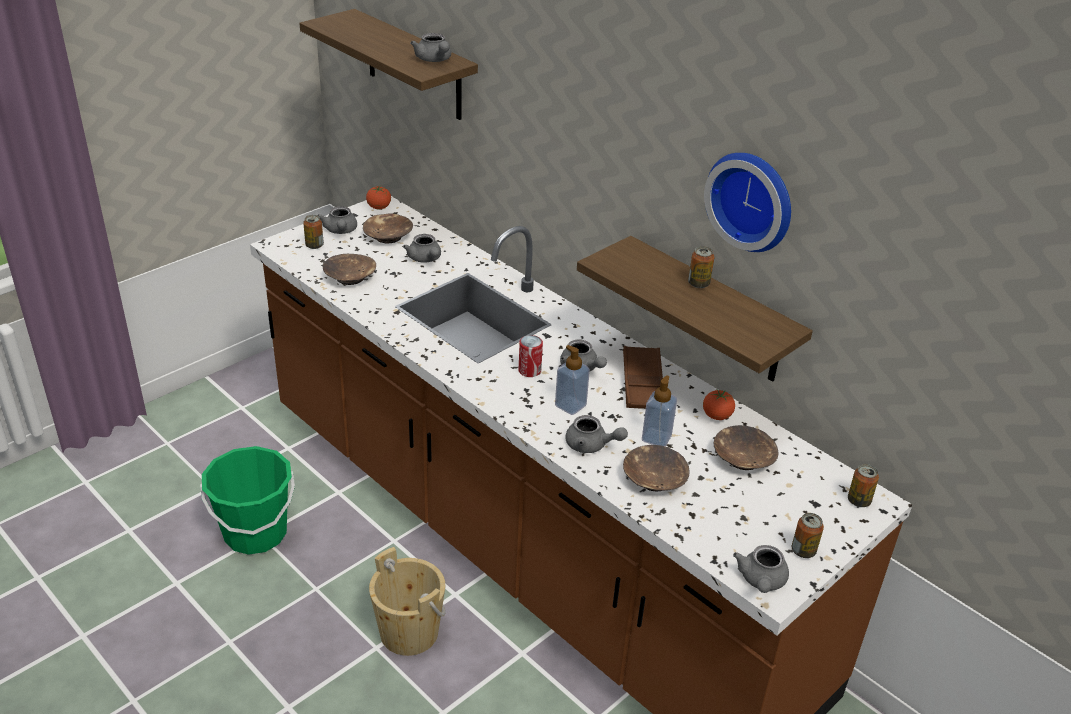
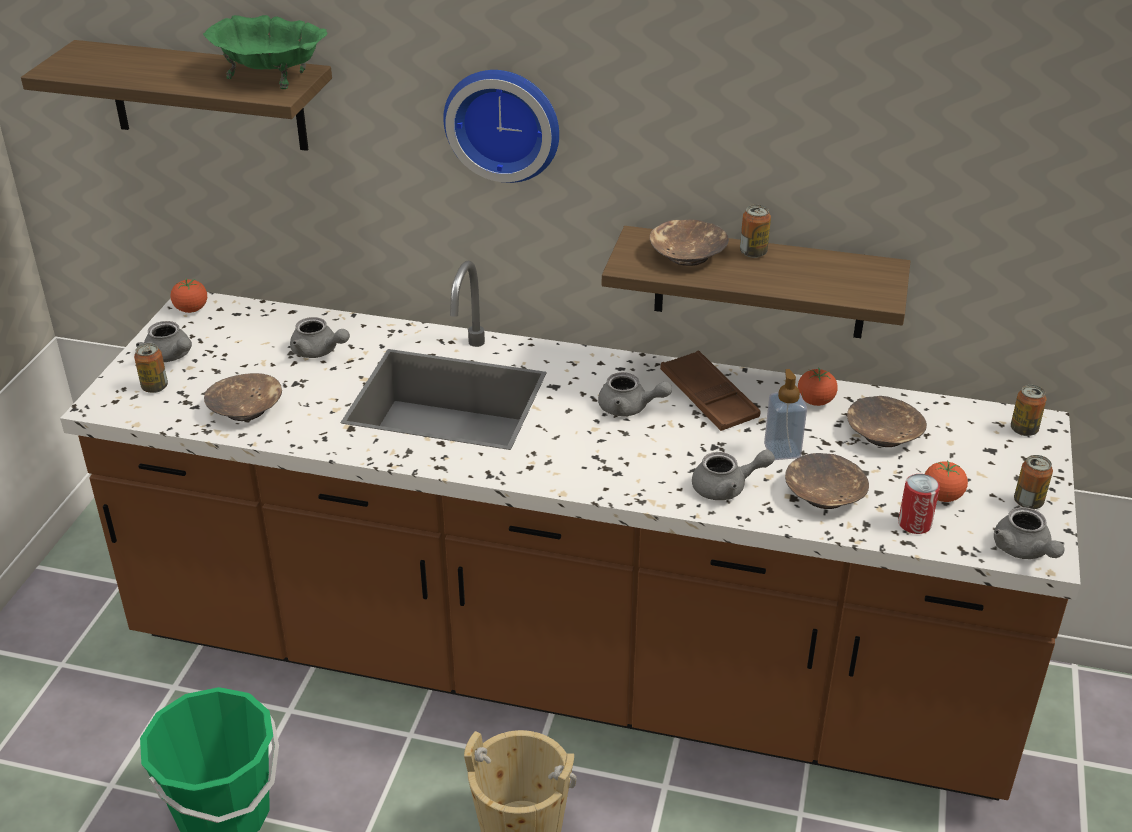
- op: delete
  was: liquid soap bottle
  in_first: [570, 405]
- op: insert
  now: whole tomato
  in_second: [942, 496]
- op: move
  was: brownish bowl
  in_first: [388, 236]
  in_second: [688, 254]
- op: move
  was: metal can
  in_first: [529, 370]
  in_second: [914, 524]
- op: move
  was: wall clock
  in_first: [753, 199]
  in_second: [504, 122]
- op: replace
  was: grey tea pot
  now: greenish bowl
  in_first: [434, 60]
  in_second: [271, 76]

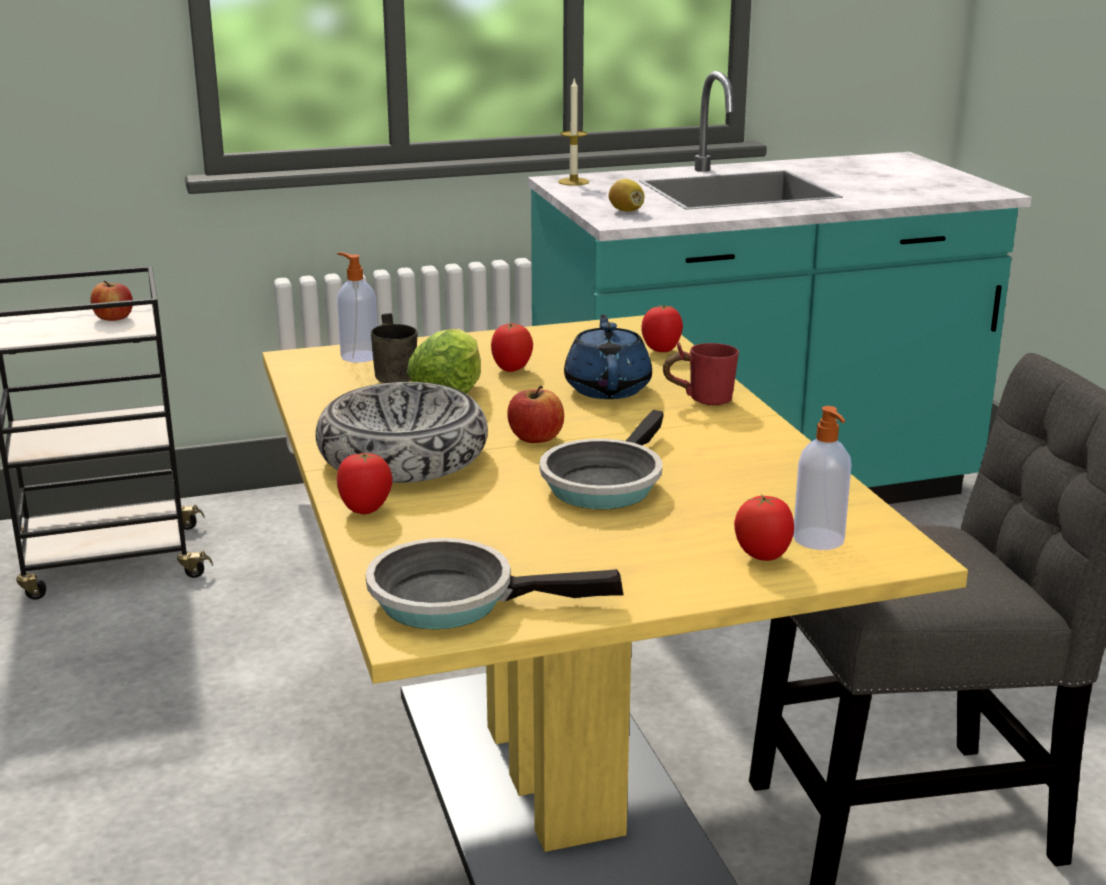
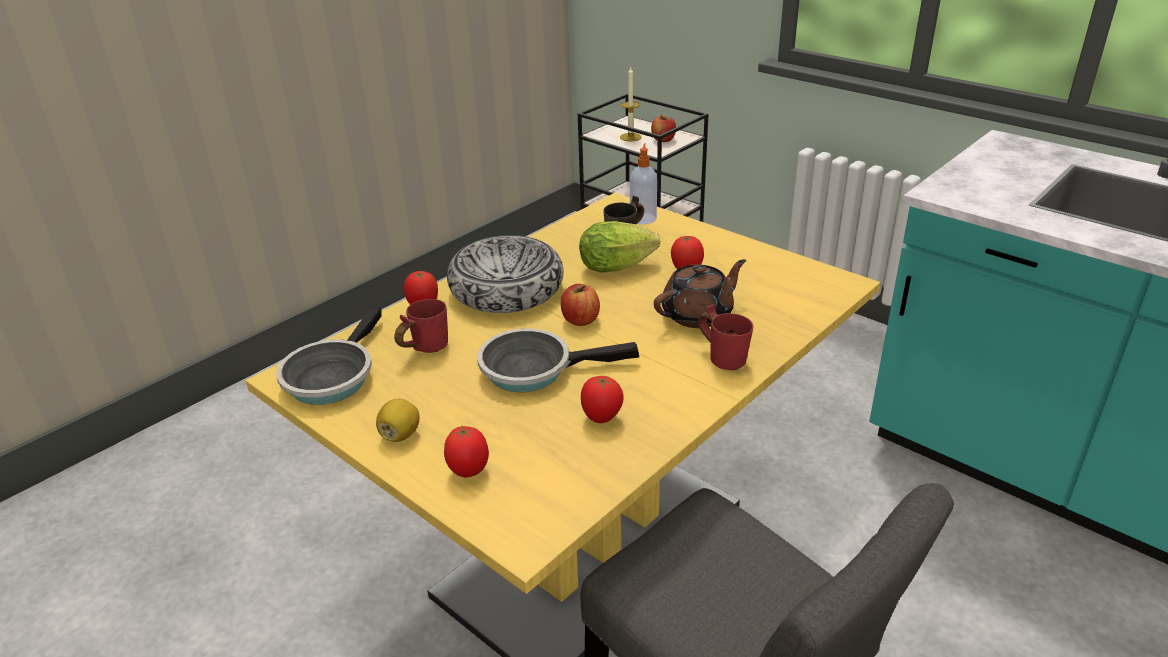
- op: delete
  was: liquid soap bottle
  in_first: [819, 540]
- op: insert
  now: red-coloured coffee mug
  in_second: [422, 348]
- op: move
  was: wax candle
  in_first: [573, 182]
  in_second: [630, 137]
- op: move
  was: whole lemon
  in_first: [626, 211]
  in_second: [400, 434]
- op: move
  was: whole tomato
  in_first: [661, 350]
  in_second: [601, 418]
- op: recolor
  was: blue-coloured tea pot
  now: brownish tea pot
  in_first: [608, 388]
  in_second: [698, 314]
- op: rotate
  was: pan
  in_first: [454, 599]
  in_second: [331, 376]
  clockwise: -135

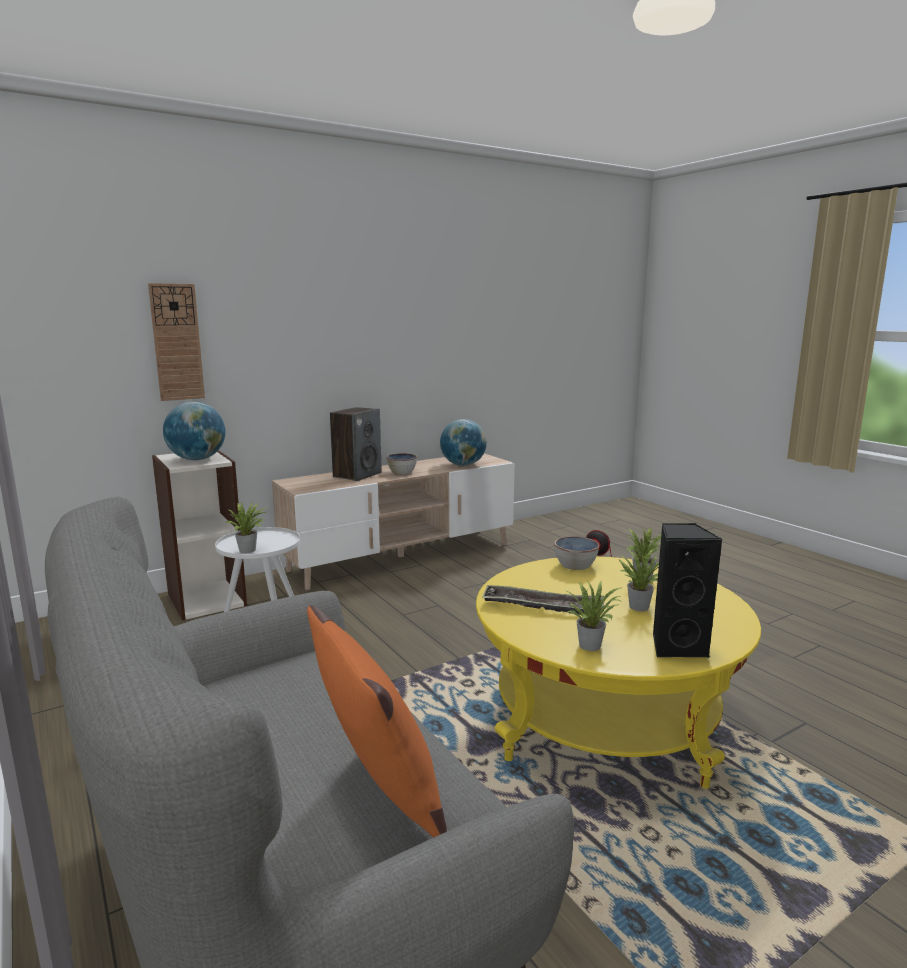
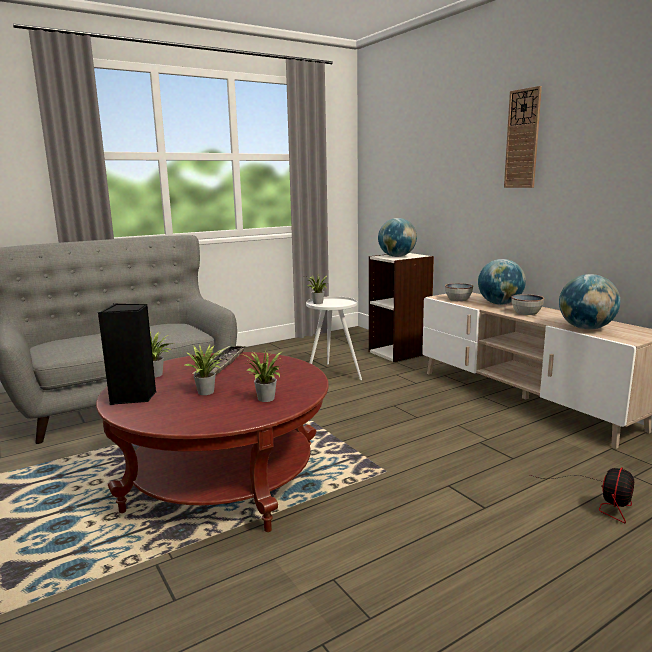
- op: delete
  was: orangey throw pillow
  in_first: [380, 796]
- op: move
  was: wall clock
  in_first: [177, 342]
  in_second: [522, 139]
- op: move
  was: bowl
  in_first: [575, 565]
  in_second: [458, 299]
- op: replace
  was: audio speaker
  now: world globe
  in_first: [357, 475]
  in_second: [500, 304]
- op: recolor
  was: yellow coffee table
  now: red-coloured coffee table
  in_first: [604, 718]
  in_second: [223, 480]

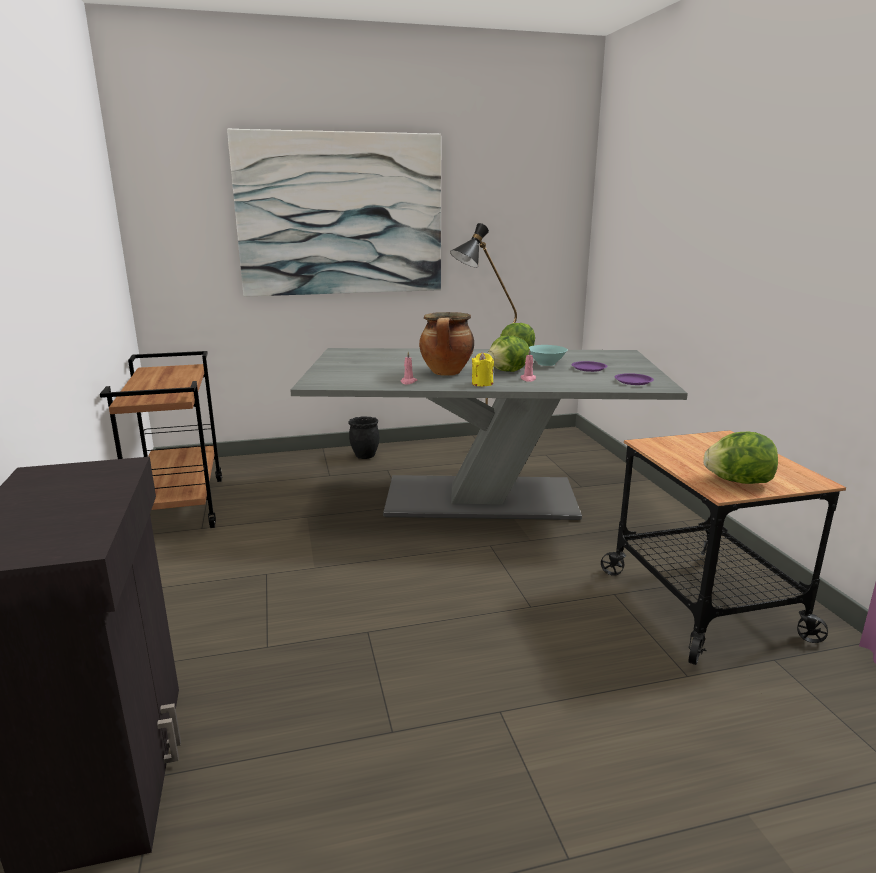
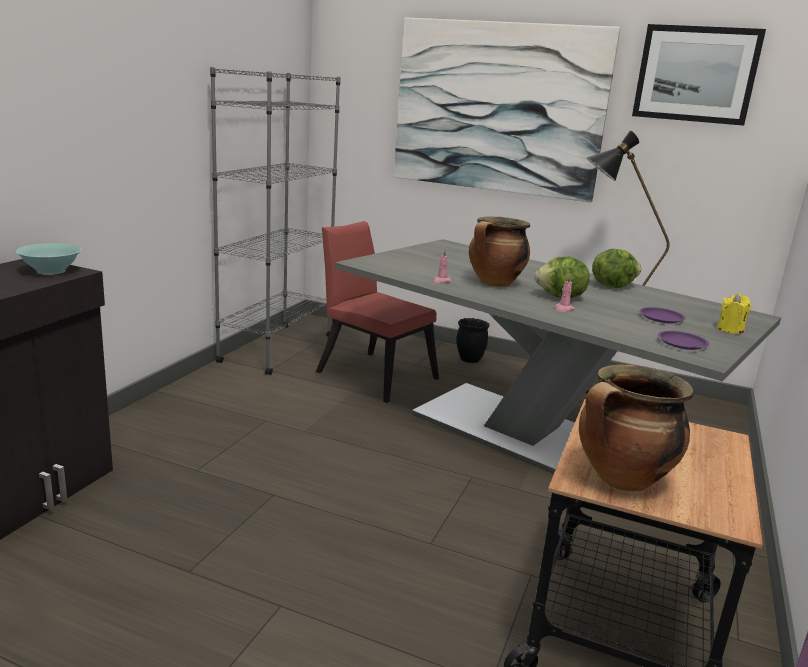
- op: insert
  now: red-coloured chair
  in_second: [372, 373]
- op: insert
  now: wall picture
  in_second: [695, 74]
- op: move
  was: yellow wax candle
  in_first: [482, 383]
  in_second: [730, 329]
- op: move
  was: turquoise bowl
  in_first: [546, 363]
  in_second: [51, 271]
- op: replace
  was: brownish wheeled cart
  now: grey bookcase
  in_first: [179, 505]
  in_second: [276, 349]
- op: replace
  was: head of lettuce
  now: stockpot
  in_first: [737, 481]
  in_second: [621, 480]

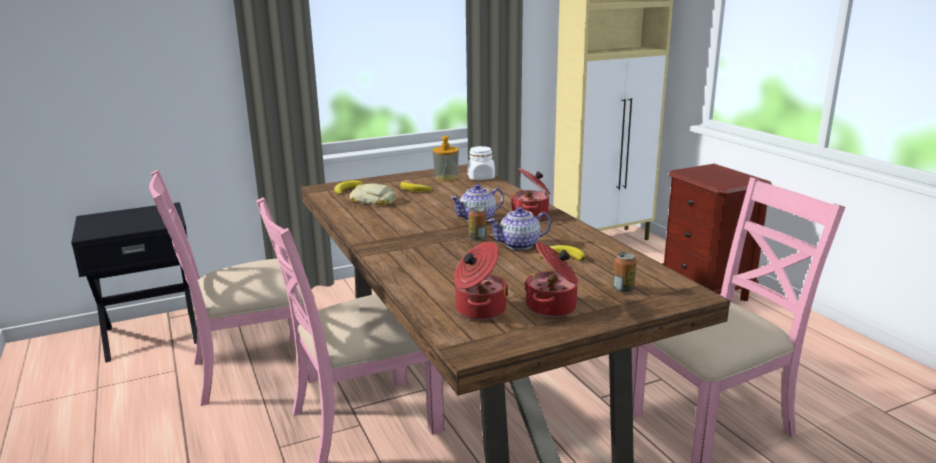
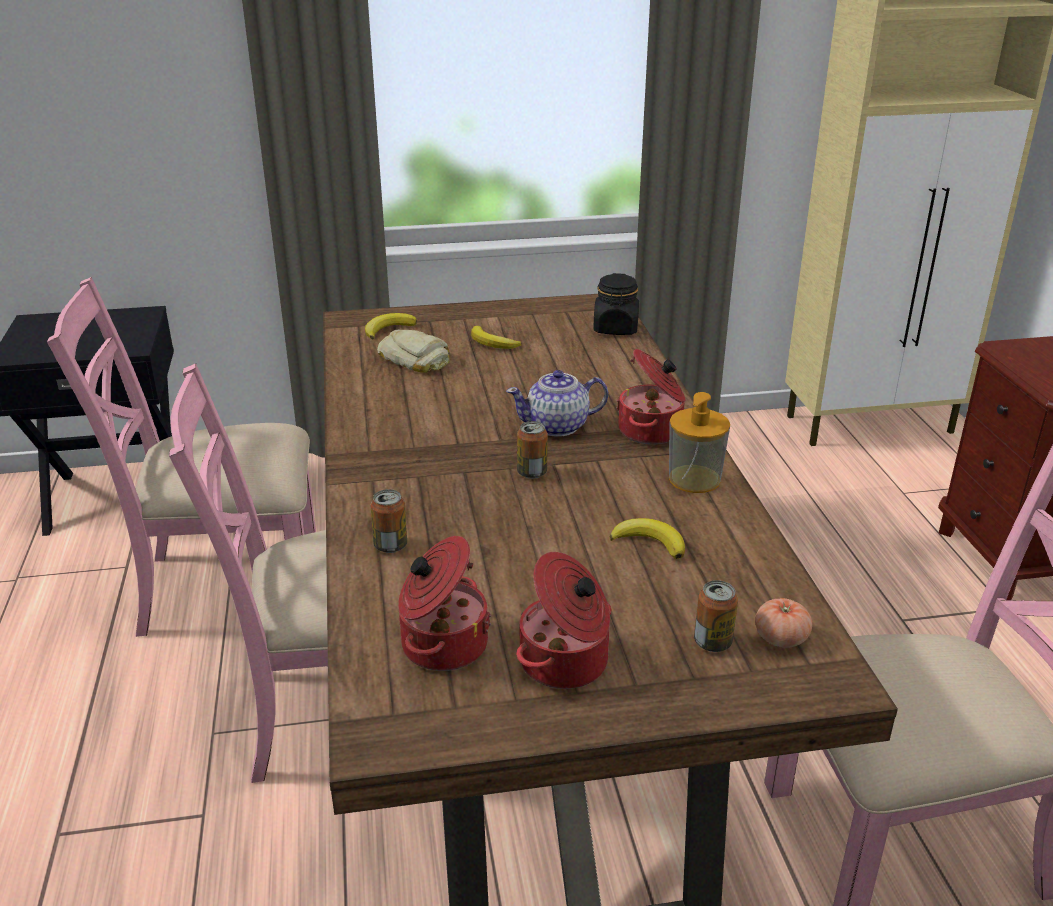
- op: delete
  was: tea pot
  in_first: [520, 245]
- op: insert
  now: metal can
  in_second: [390, 545]
- op: insert
  now: whole tomato
  in_second: [781, 638]
- op: move
  was: liquid soap bottle
  in_first: [446, 178]
  in_second: [694, 479]
- op: recolor
  was: white jar
  now: blackish jar
  in_first: [481, 178]
  in_second: [615, 328]

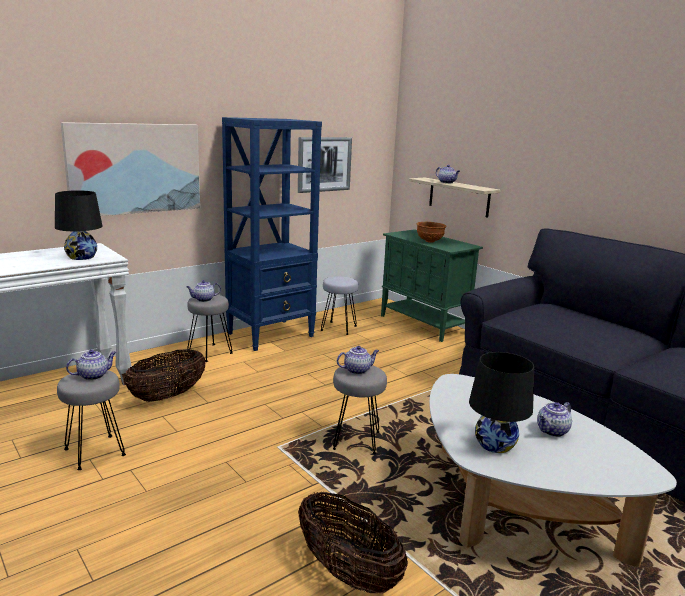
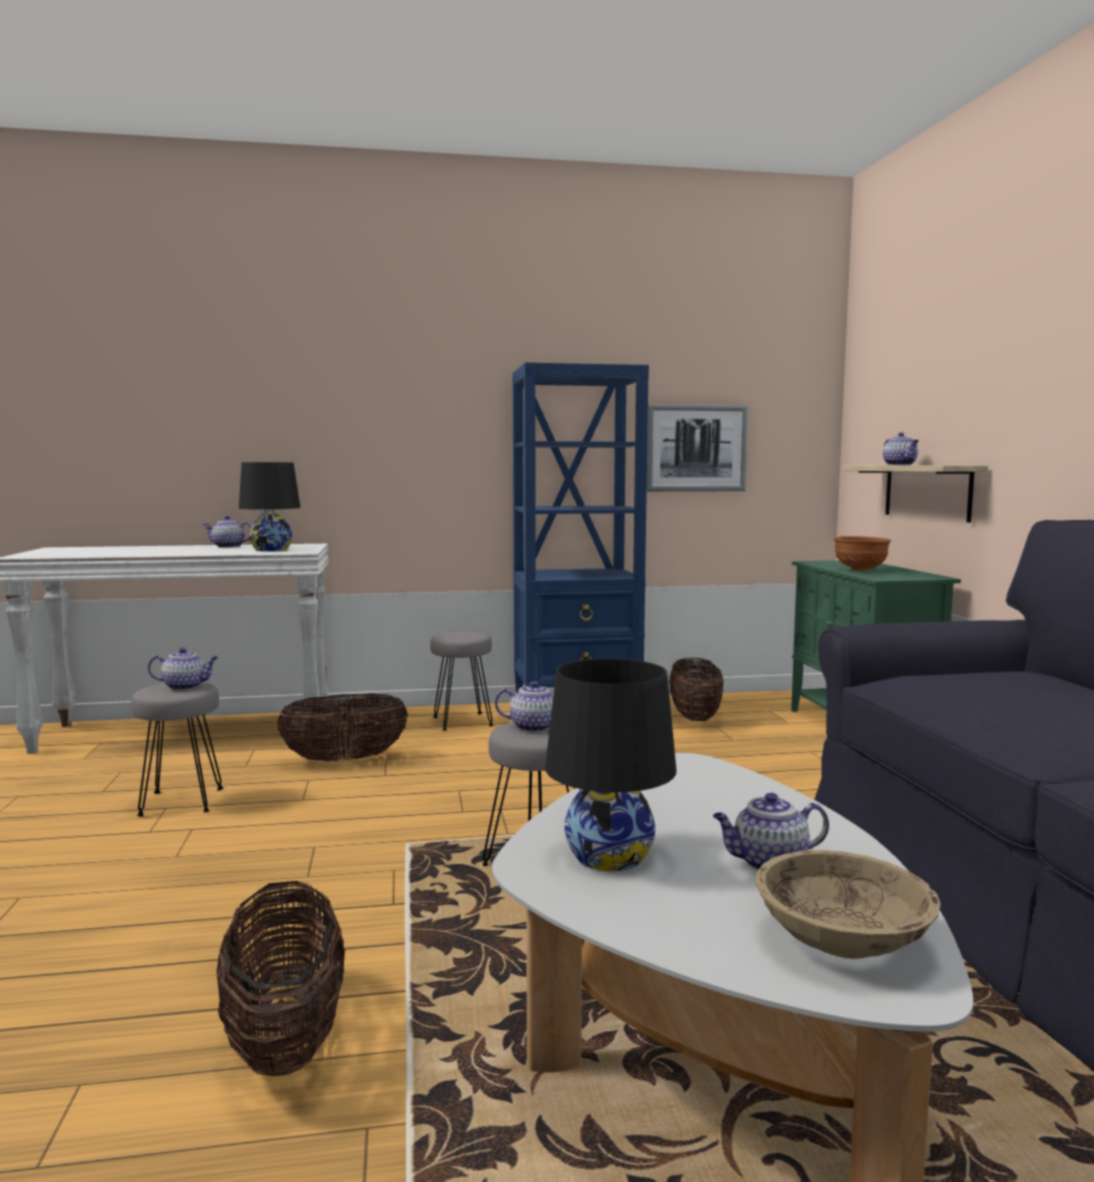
- op: delete
  was: wall picture
  in_first: [135, 168]
- op: insert
  now: beige bowl
  in_second: [842, 940]
- op: move
  was: tea pot
  in_first: [203, 299]
  in_second: [228, 547]
- op: replace
  was: grey sitting stool
  now: storage basket
  in_first: [338, 328]
  in_second: [695, 717]

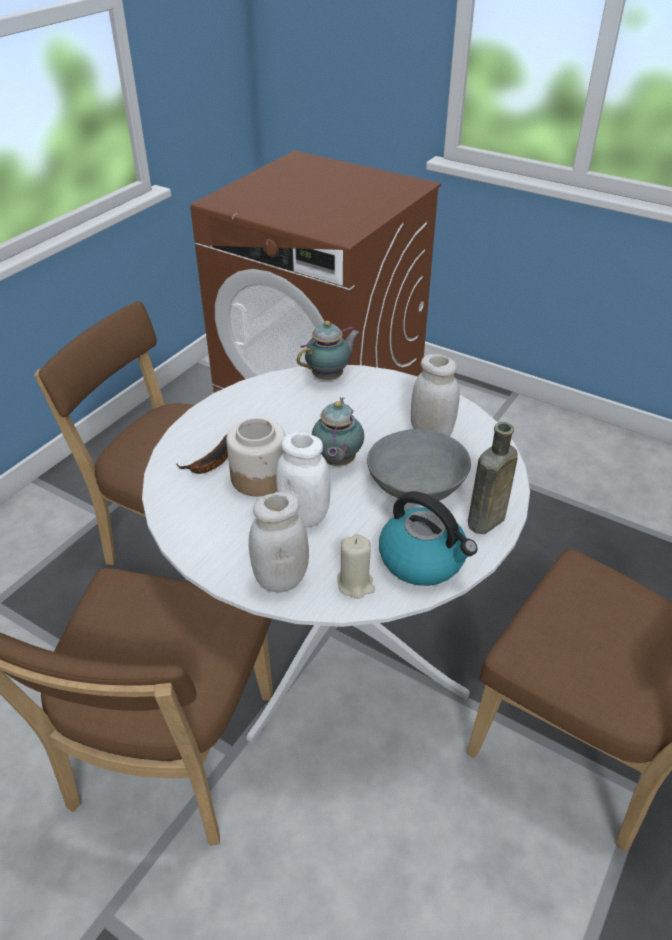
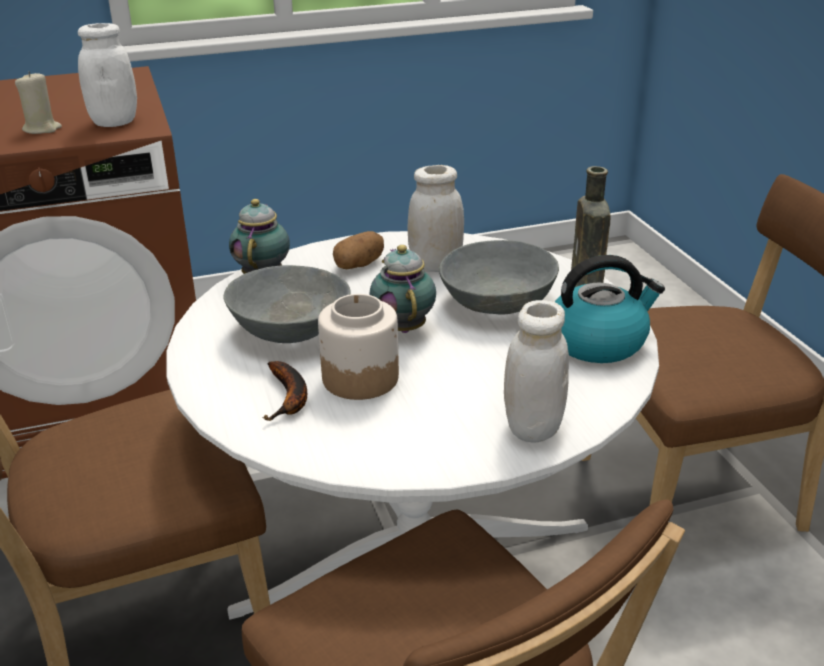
- op: insert
  now: grey bowl
  in_second: [289, 331]
- op: insert
  now: spud
  in_second: [359, 265]
- op: move
  was: white jar
  in_first: [304, 516]
  in_second: [114, 122]
- op: move
  was: beige wax candle
  in_first: [355, 584]
  in_second: [42, 129]
- op: rotate
  was: tea pot
  in_first: [336, 462]
  in_second: [403, 327]
  clockwise: -150

